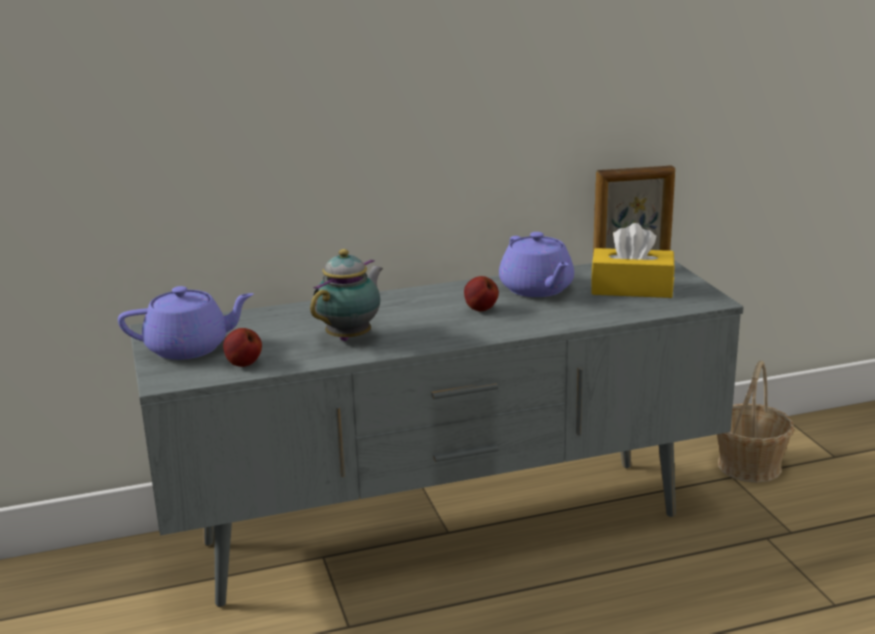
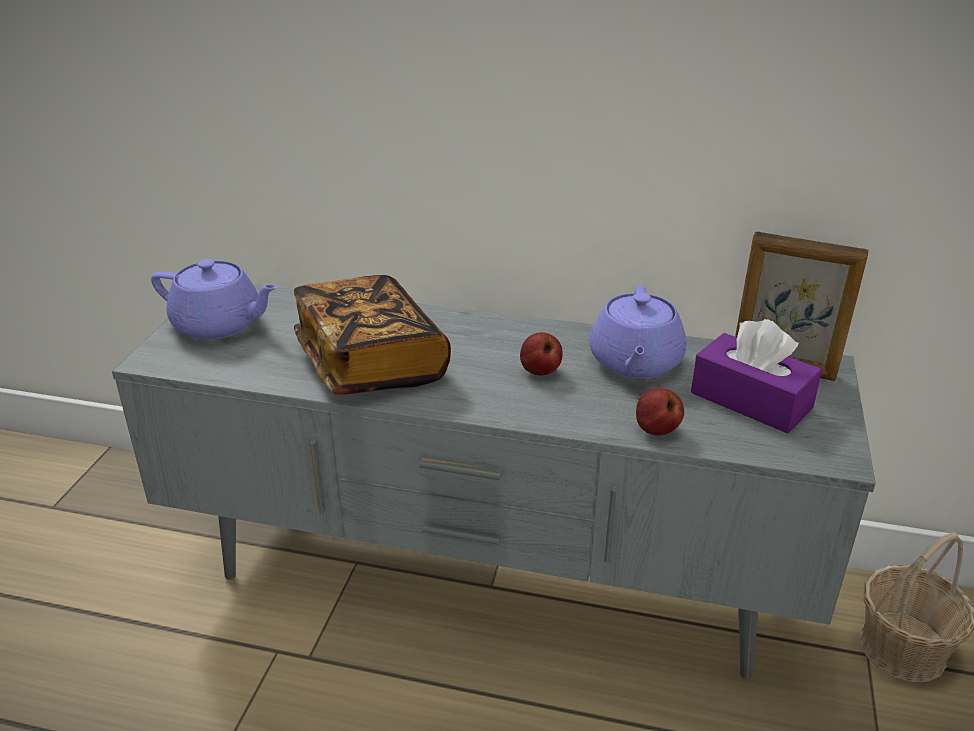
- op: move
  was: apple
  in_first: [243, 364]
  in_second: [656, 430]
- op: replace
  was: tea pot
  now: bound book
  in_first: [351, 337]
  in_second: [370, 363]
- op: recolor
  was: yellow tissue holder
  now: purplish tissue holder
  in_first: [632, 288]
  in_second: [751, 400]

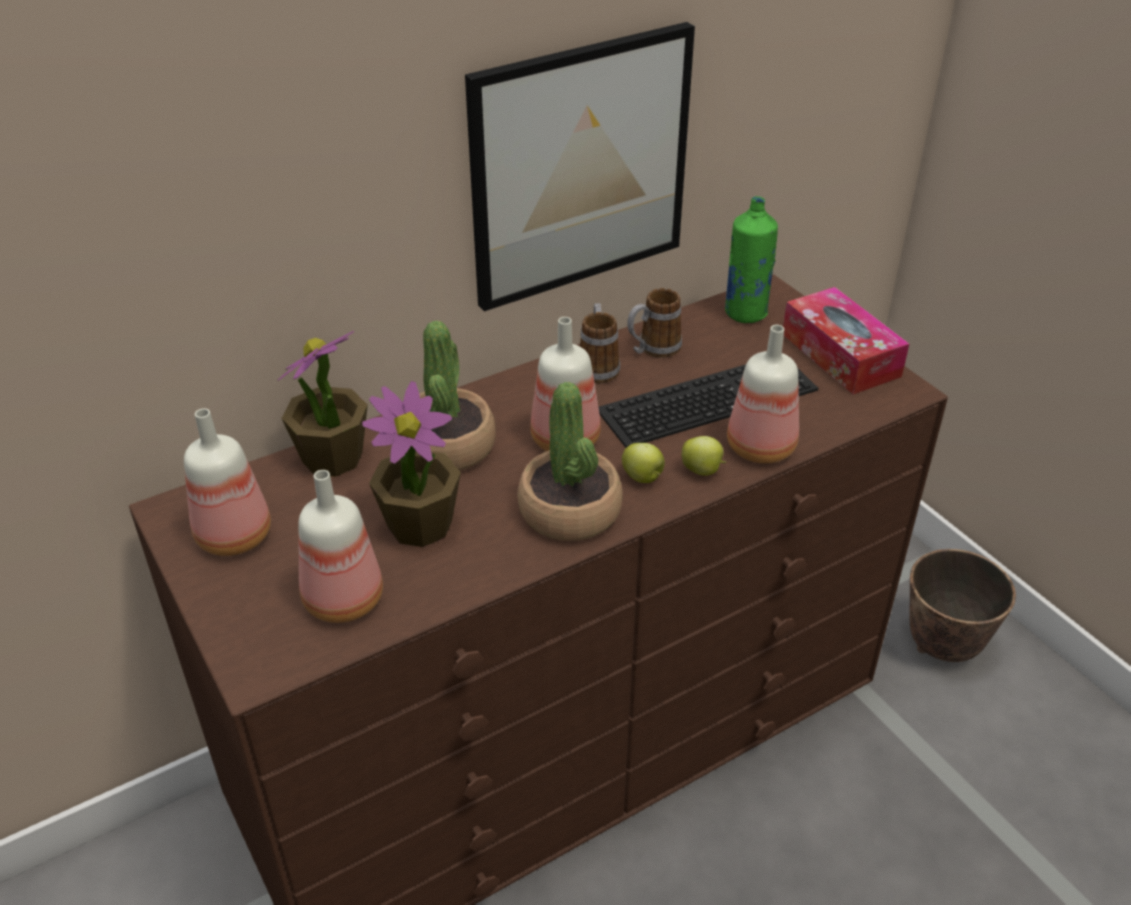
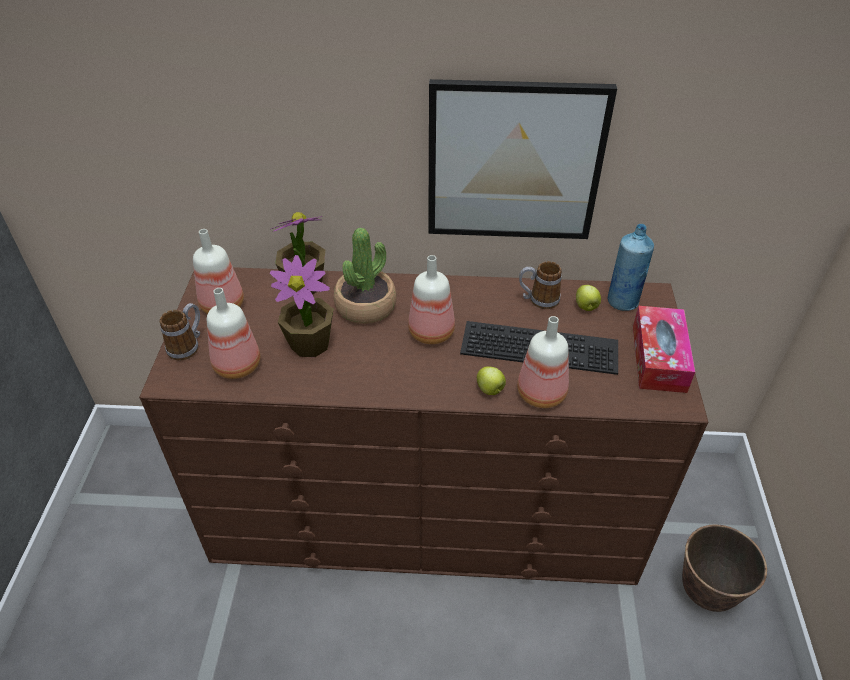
- op: delete
  was: plant in a pot
  in_first: [570, 511]
- op: move
  was: coffee mug
  in_first: [597, 366]
  in_second: [188, 345]
- op: move
  was: apple
  in_first: [643, 478]
  in_second: [586, 307]
- op: recolor
  was: greenish bottle
  now: blue-coloured bottle
  in_first: [745, 313]
  in_second: [622, 301]

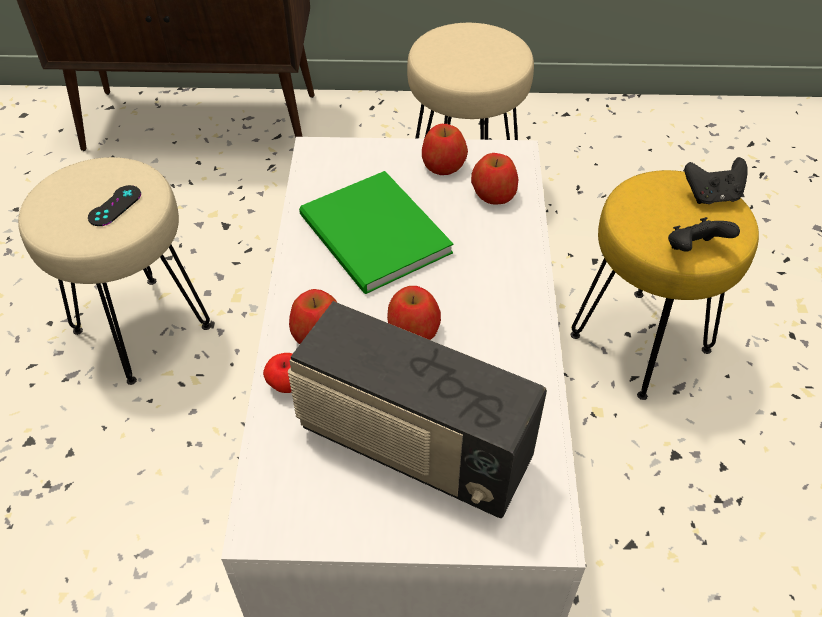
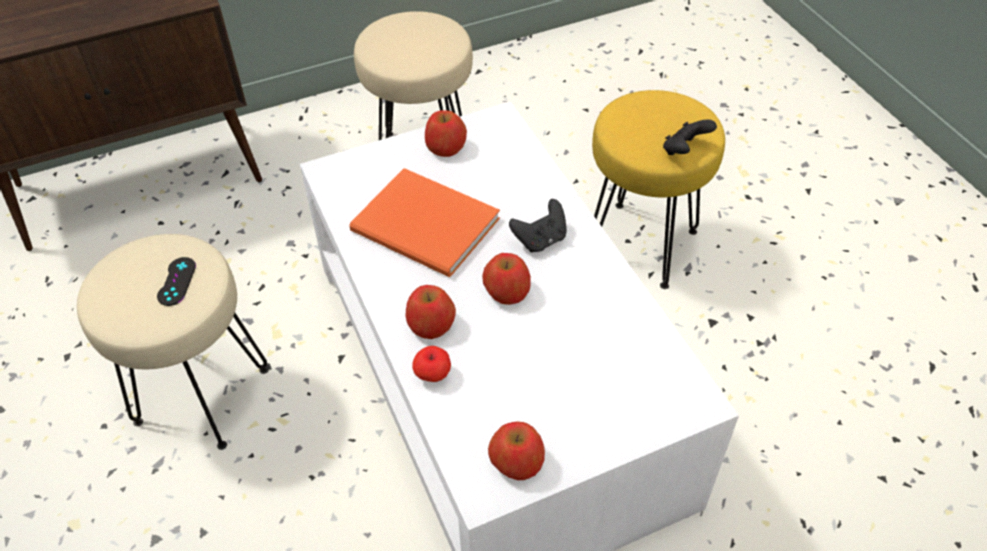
- op: delete
  was: radio receiver
  in_first: [413, 448]
- op: move
  was: apple
  in_first: [493, 194]
  in_second: [517, 461]
- op: move
  was: blackish joypad
  in_first: [712, 196]
  in_second: [540, 240]
- op: recolor
  was: greenish bound book
  now: orangey bound book
  in_first: [374, 238]
  in_second: [427, 228]

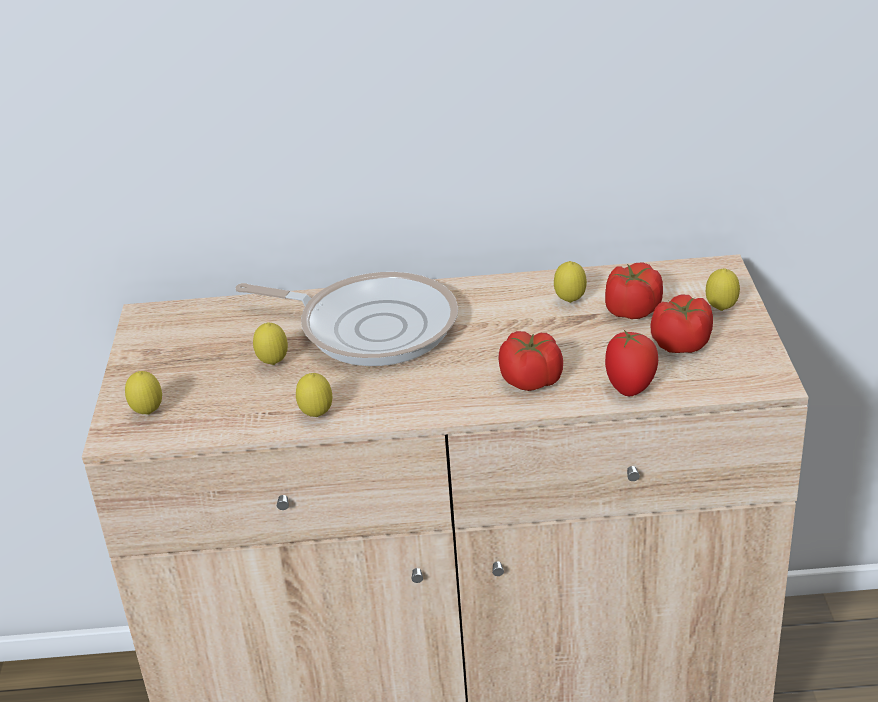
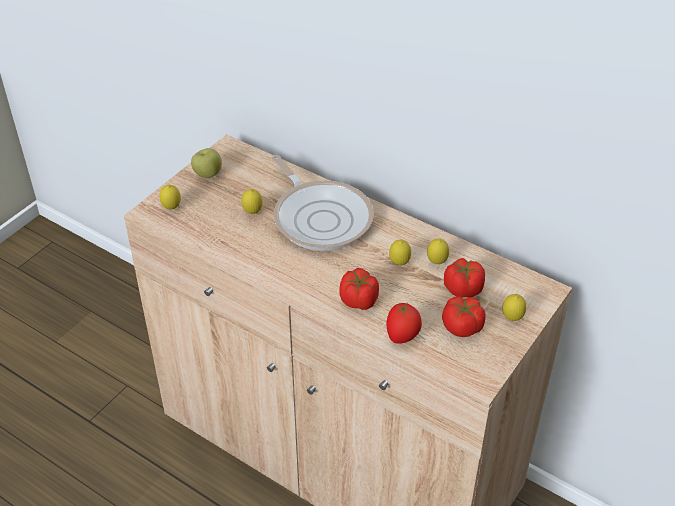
- op: insert
  now: apple
  in_second: [207, 174]
- op: move
  was: whole lemon
  in_first: [317, 416]
  in_second: [399, 264]

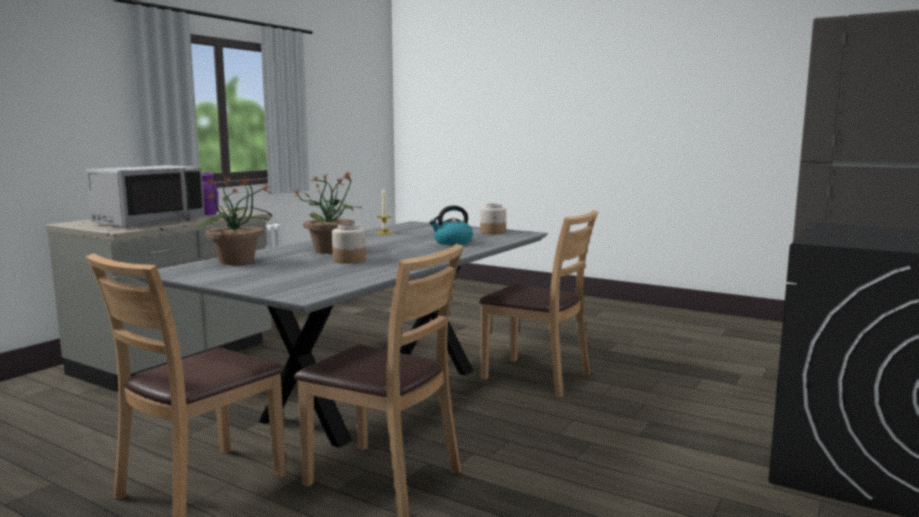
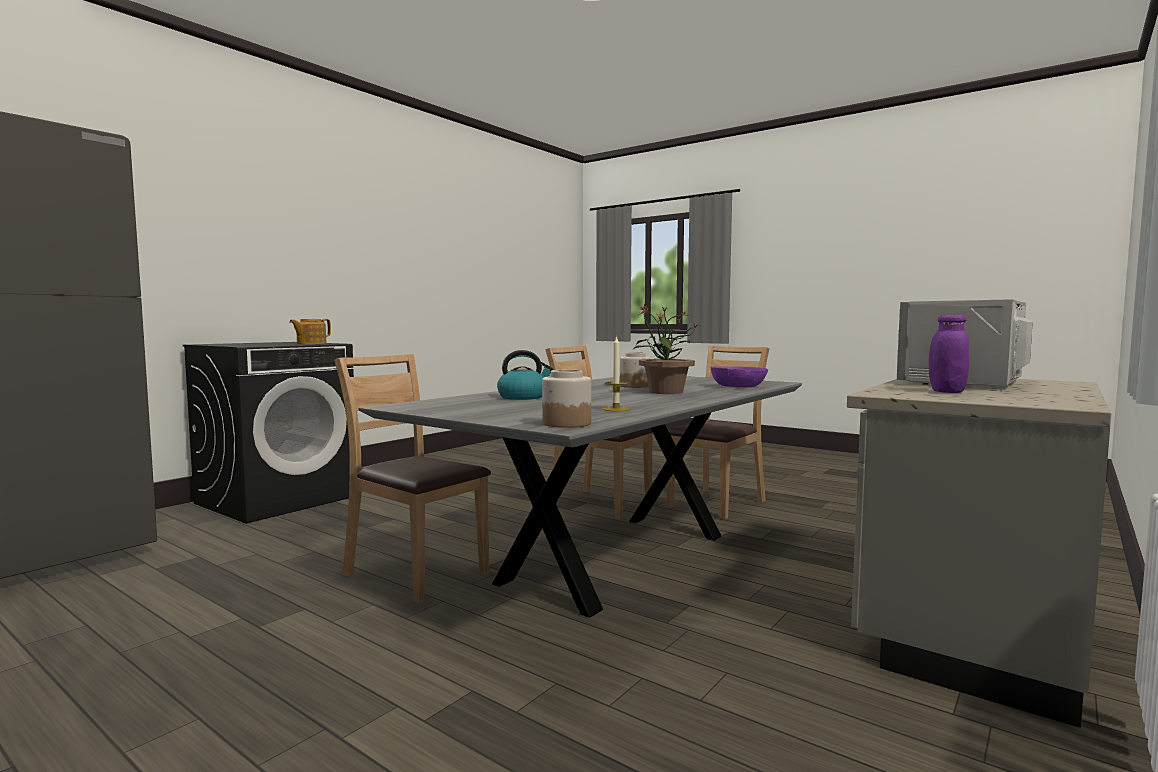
- op: insert
  now: tea pot
  in_second: [310, 344]
- op: move
  was: jar
  in_first: [493, 232]
  in_second: [566, 423]
- op: replace
  was: plant in a pot
  now: purplish bowl
  in_first: [237, 261]
  in_second: [738, 386]

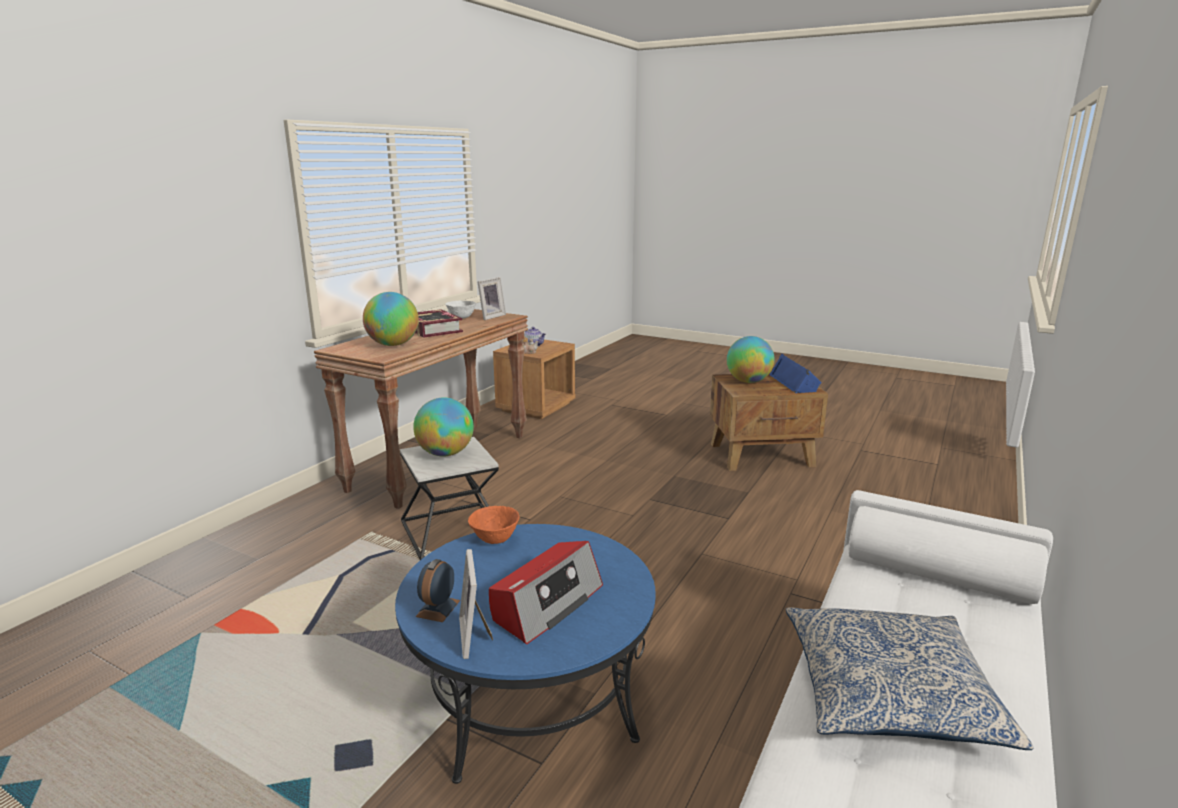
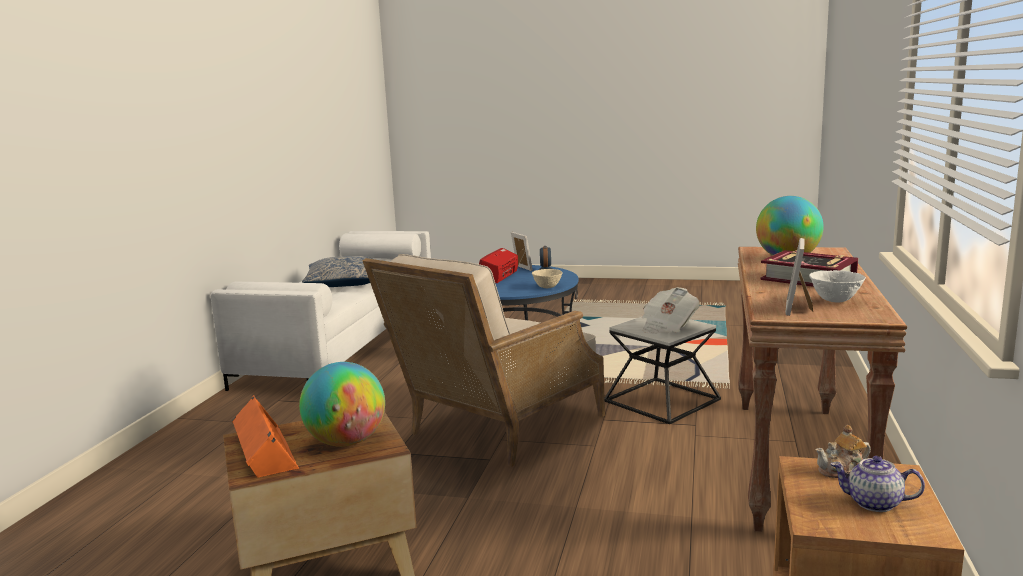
- op: insert
  now: beige lounge chair
  in_second: [495, 429]
- op: replace
  was: world globe
  now: newspaper
  in_first: [445, 454]
  in_second: [667, 327]
- op: recolor
  was: orangey bowl
  now: beige bowl
  in_first: [494, 540]
  in_second: [547, 287]
- op: recolor
  was: blue-coloured audio speaker
  now: orangey audio speaker
  in_first: [794, 383]
  in_second: [262, 452]

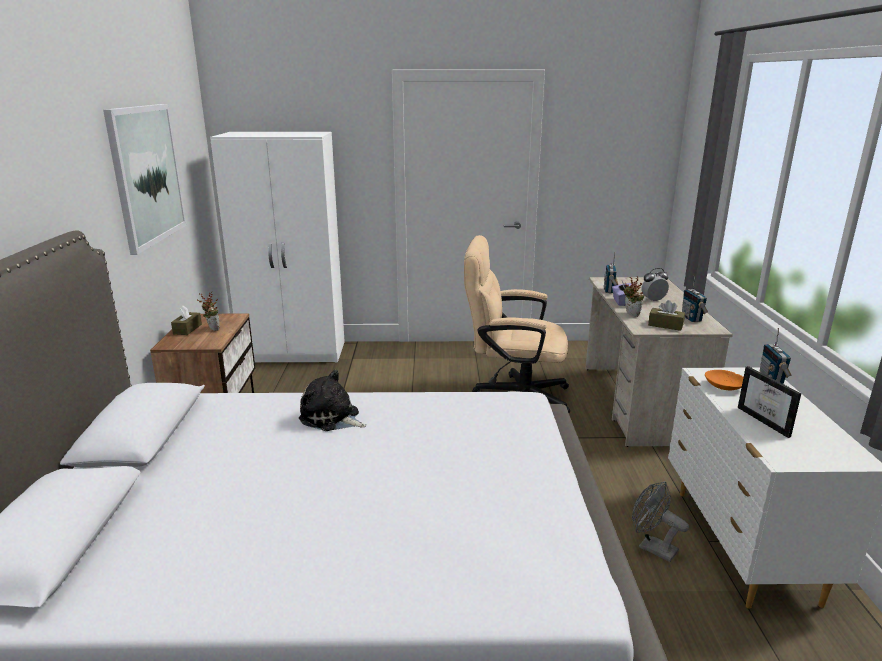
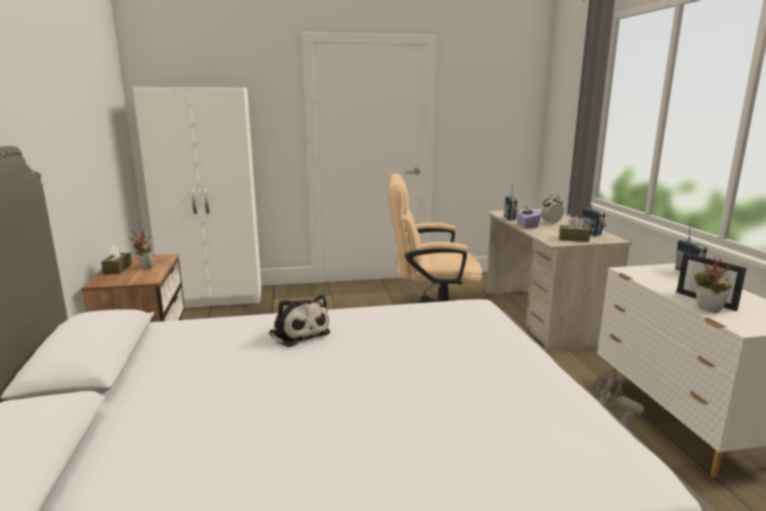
- op: delete
  was: wall picture
  in_first: [147, 175]
- op: delete
  was: orangey bowl
  in_first: [724, 386]
- op: move
  was: plant in a pot
  in_first: [630, 314]
  in_second: [706, 310]
- op: rotate
  was: plush toy
  in_first: [332, 418]
  in_second: [298, 333]
  clockwise: -150

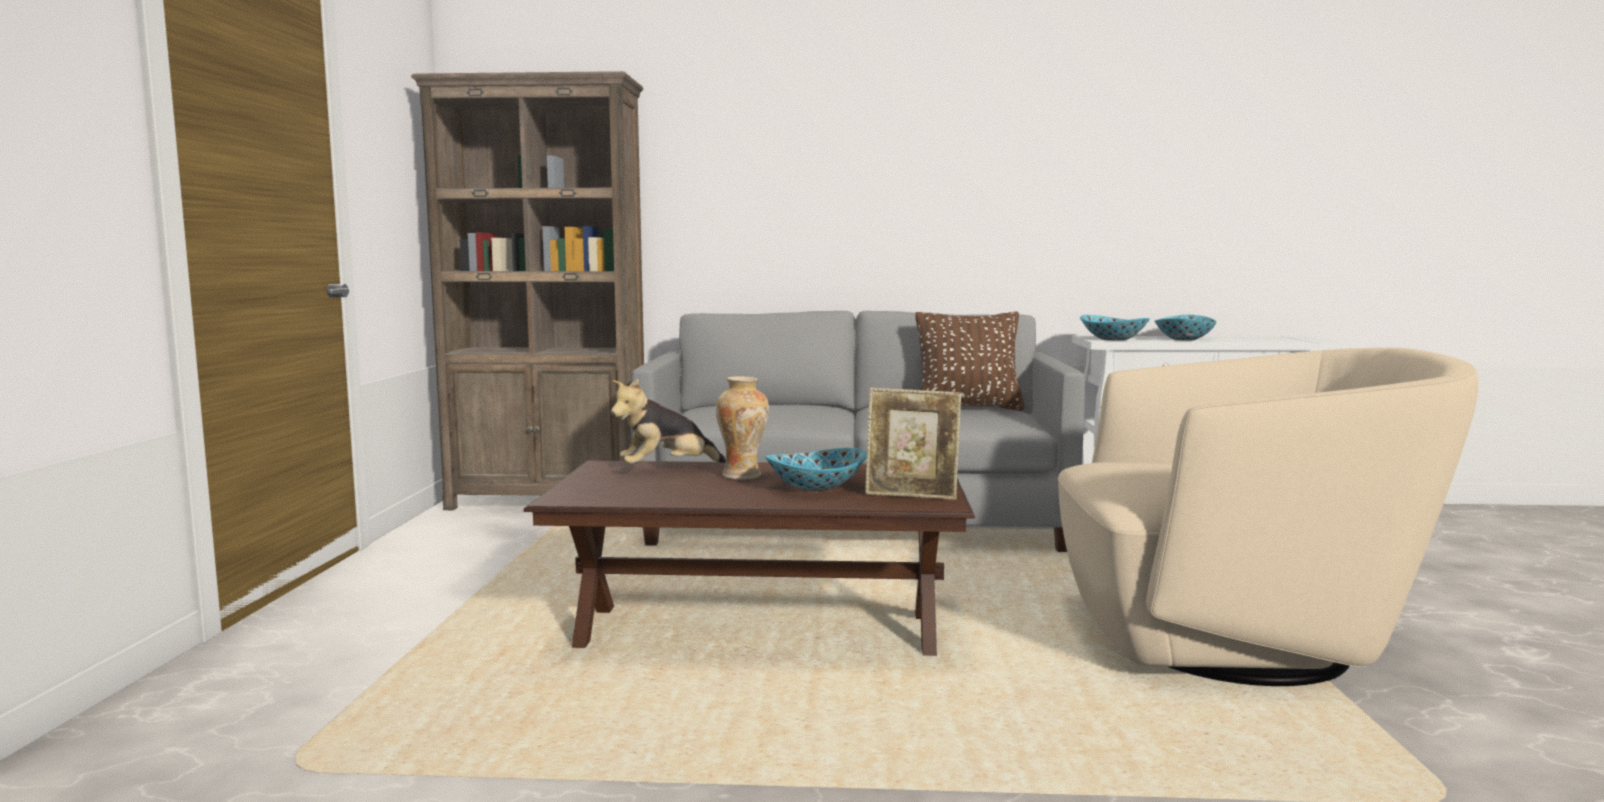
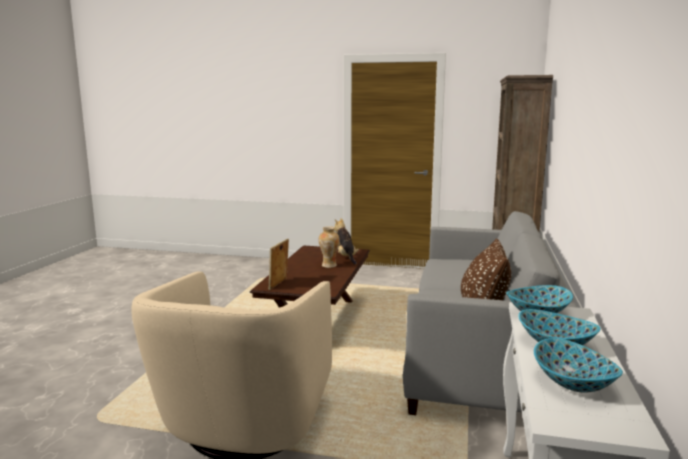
- op: move
  was: bowl
  in_first: [815, 487]
  in_second: [574, 383]

